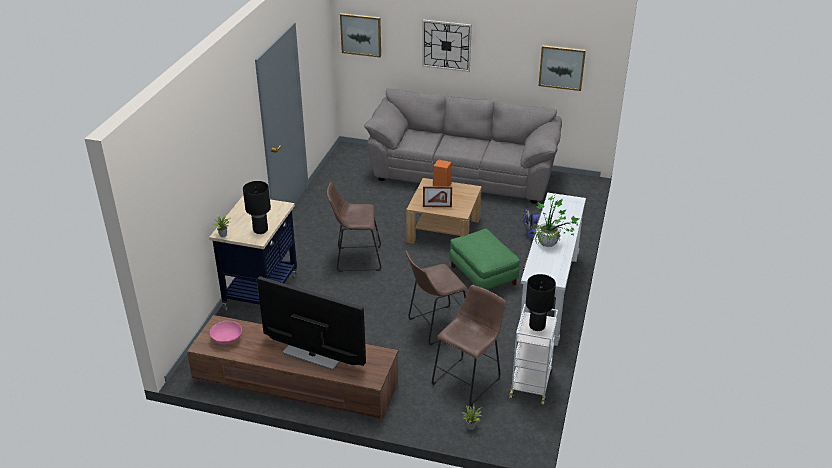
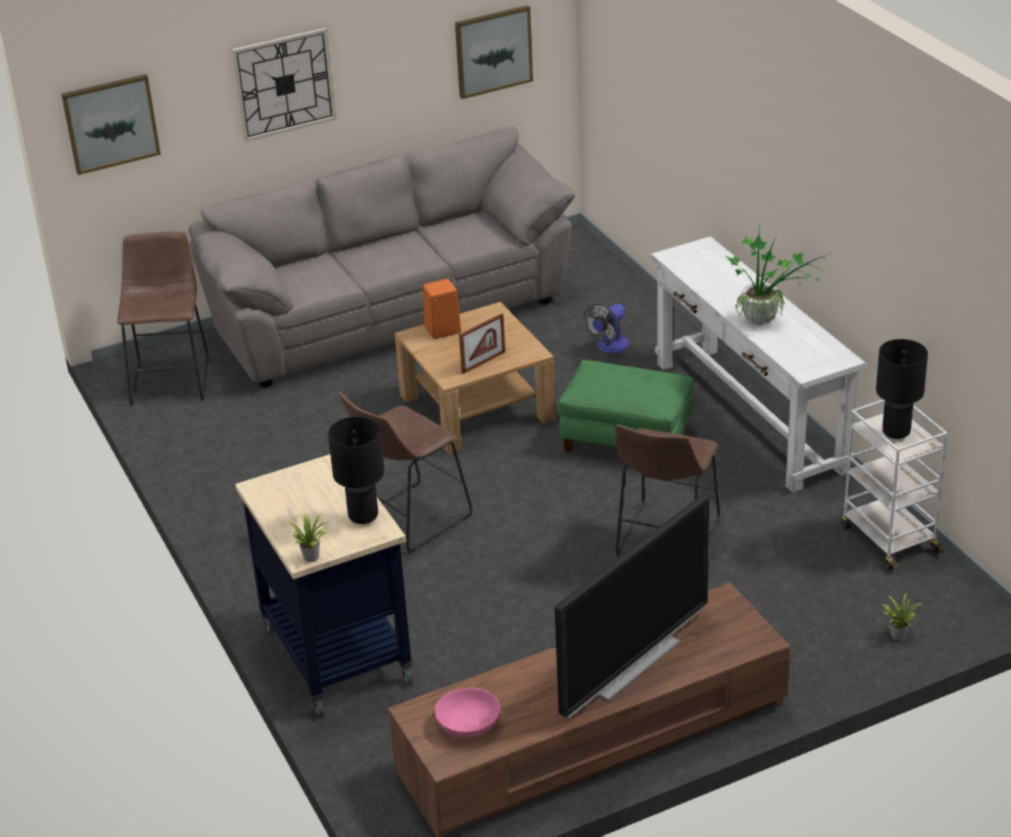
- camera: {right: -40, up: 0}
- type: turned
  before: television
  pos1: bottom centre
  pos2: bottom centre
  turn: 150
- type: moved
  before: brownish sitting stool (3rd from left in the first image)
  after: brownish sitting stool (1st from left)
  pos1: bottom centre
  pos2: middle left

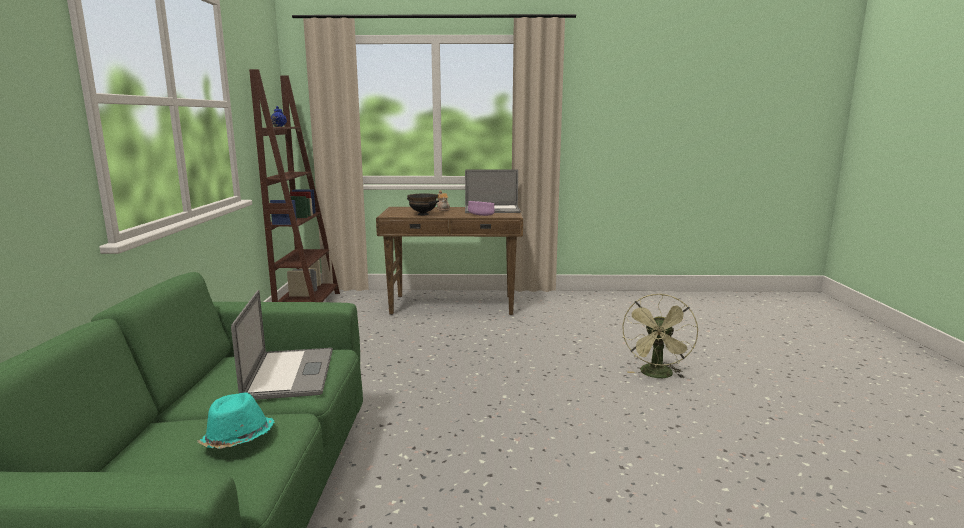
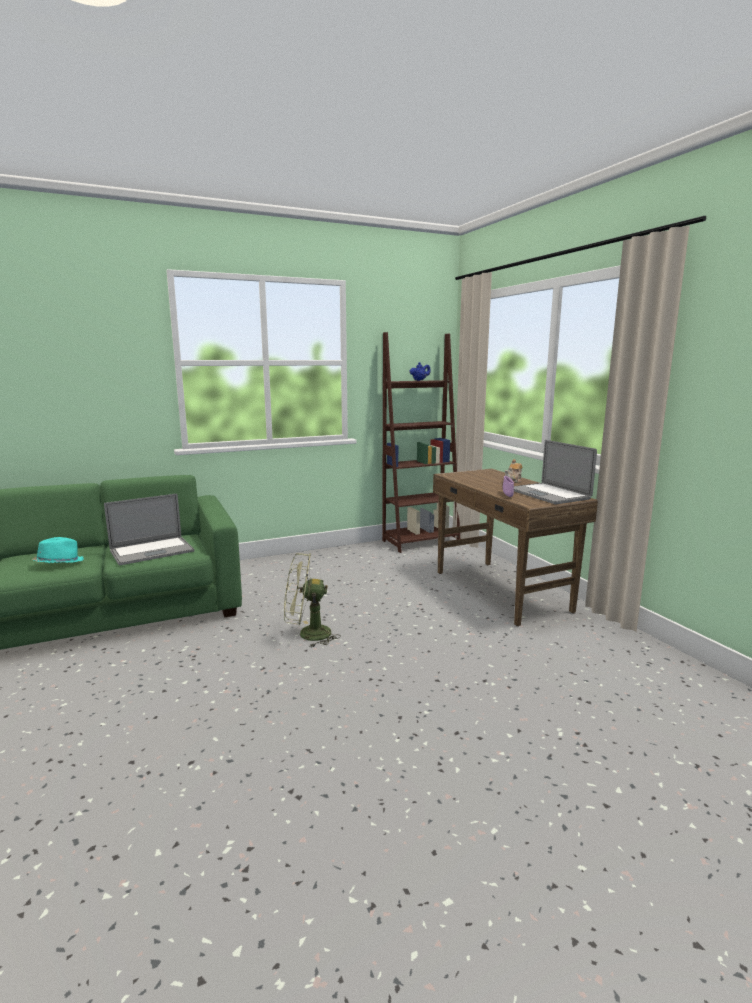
- camera: {right: 65, up: 0}
- type: removed
  before: black-coloured deep dish
  pos1: centre
- type: moved
  before: greenish electric fan
  pos1: middle right
  pos2: centre

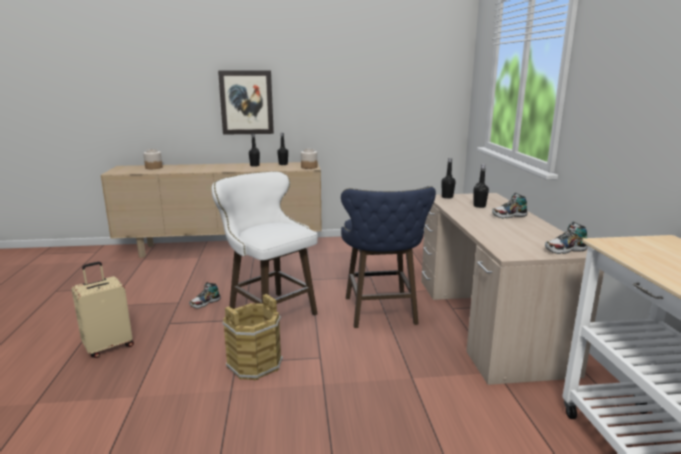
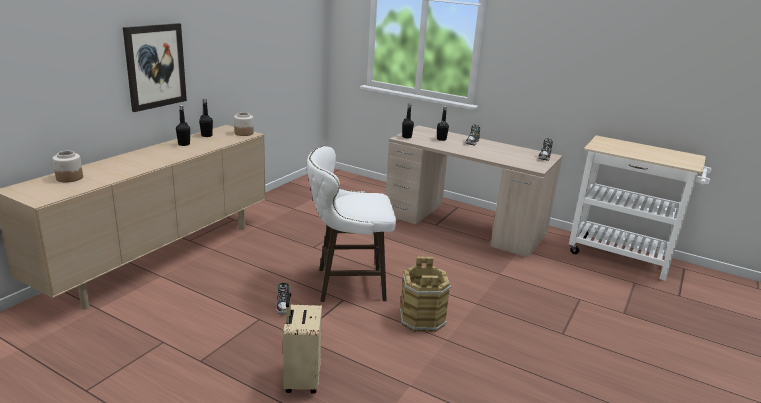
- camera: {right: -55, up: 5}
- type: removed
  before: blue-coloured sitting stool
  pos1: centre

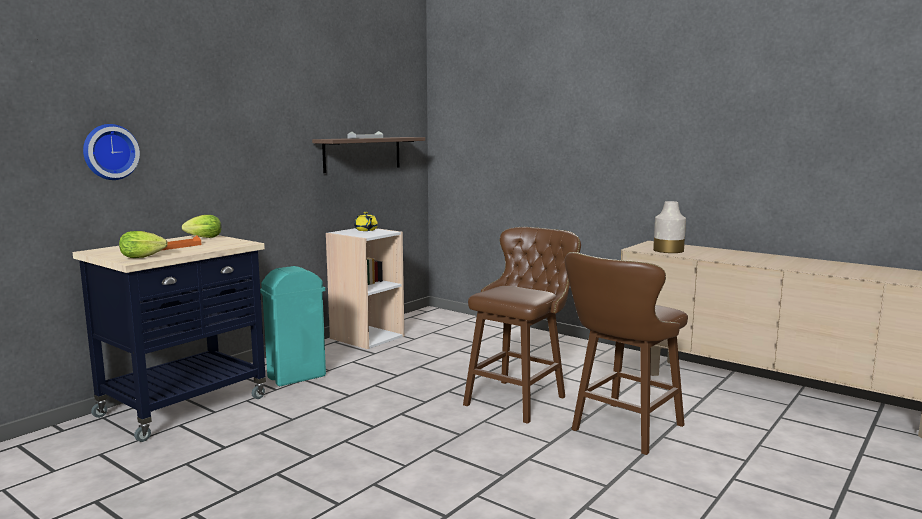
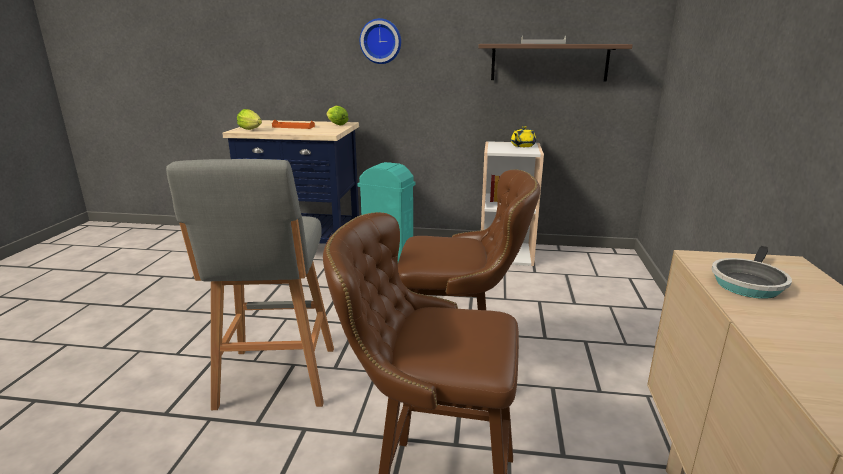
- camera: {right: 60, up: 10}
- type: moved
  before: wall clock
  pos1: top left
  pos2: top centre
- type: replaced
  before: sand-coloured flower vase
  after: frying pan
  pos1: middle right
  pos2: middle right
- type: added
  after: gray sitting stool
  pos2: middle left

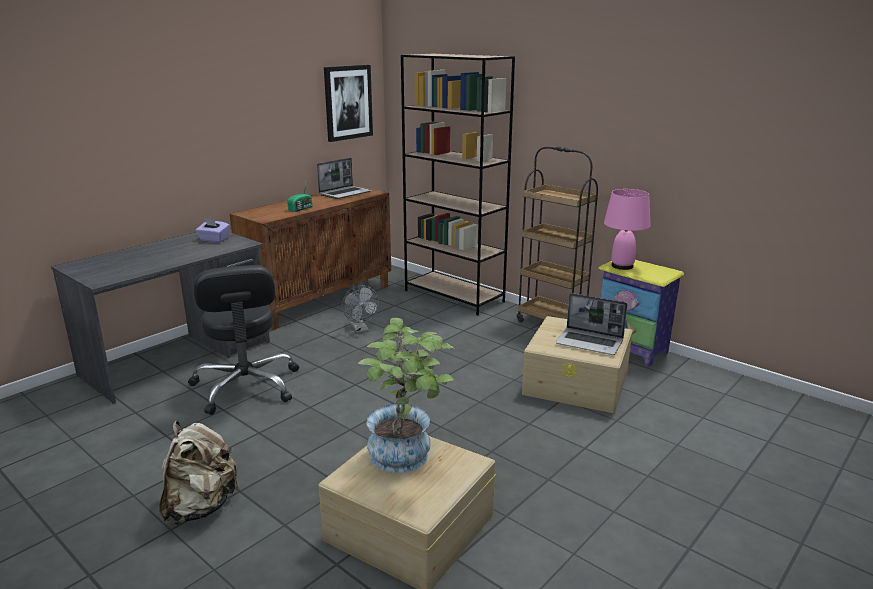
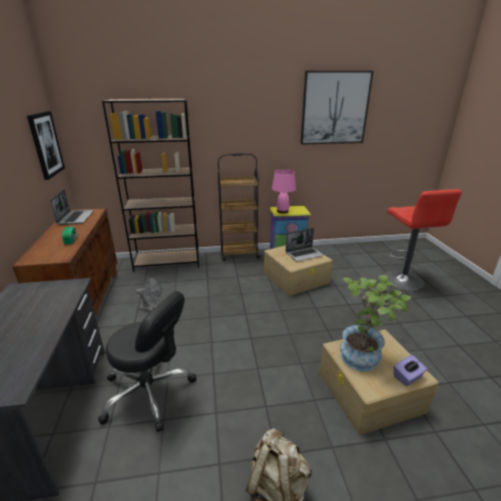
- camera: {right: -50, up: 5}
- type: moved
  before: purple-coloured tissue holder
  pos1: middle left
  pos2: bottom right
- type: added
  after: wall picture (2nd from left)
  pos2: top right
- type: added
  after: reddish sitting stool
  pos2: middle right

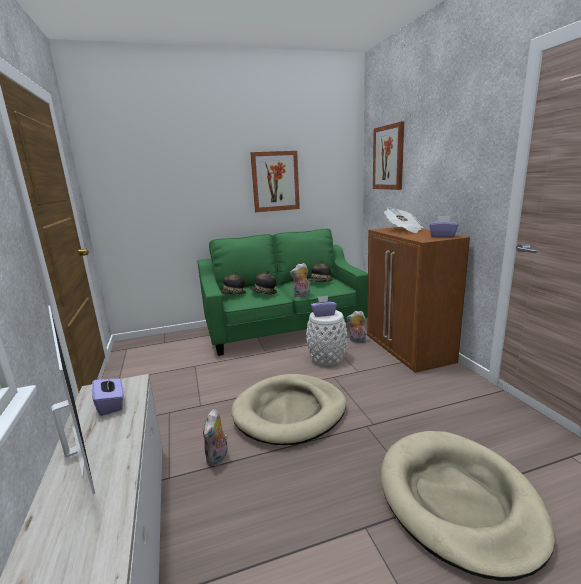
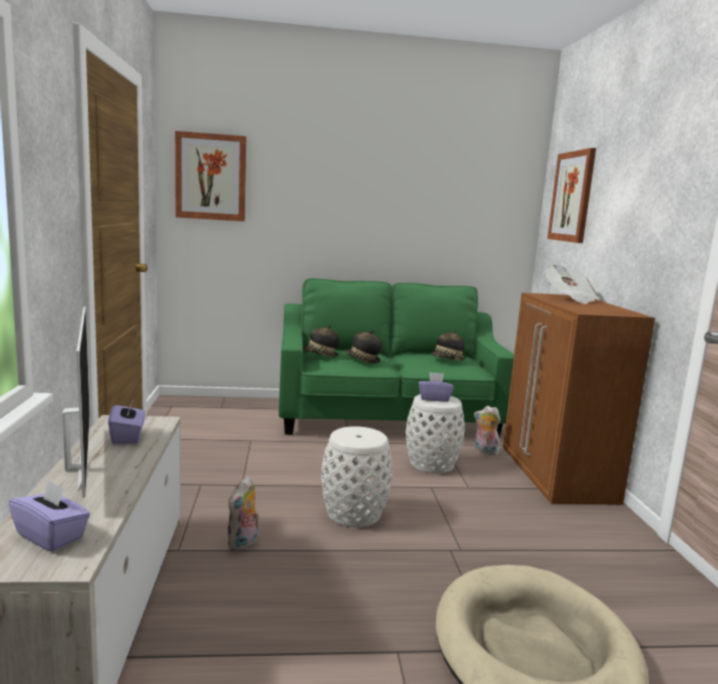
- camera: {right: 10, up: -5}
- type: moved
  before: wall picture (1st from left)
  pos1: top centre
  pos2: top left
- type: moved
  before: purple-coloured tissue holder (3rd from left in the first image)
  after: purple-coloured tissue holder (1st from left)
  pos1: middle right
  pos2: bottom left
- type: removed
  before: cuddly toy (2nd from left)
  pos1: centre
- type: replaced
  before: sand-coloured dog cushion (1st from left)
  after: white sitting stool (1st from left)
  pos1: bottom centre
  pos2: bottom centre

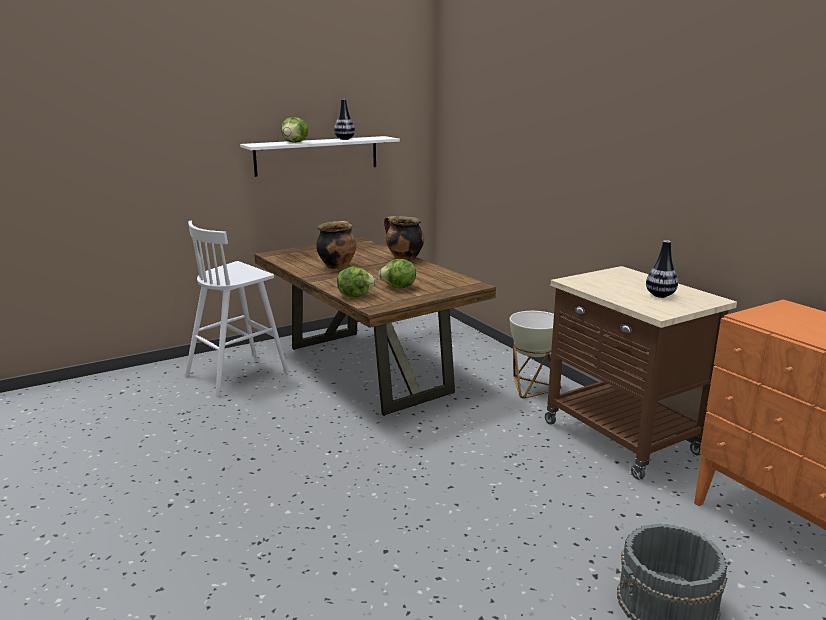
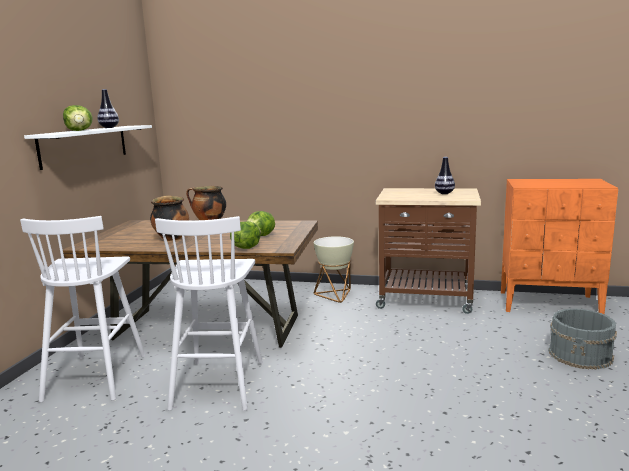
- camera: {right: -45, up: -5}
- type: added
  after: white sitting stool (2nd from left)
  pos2: middle left

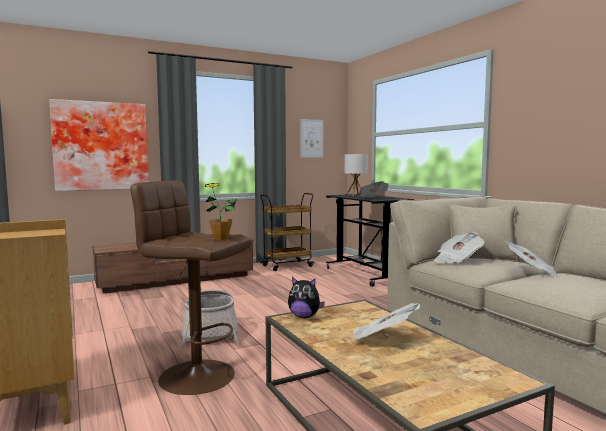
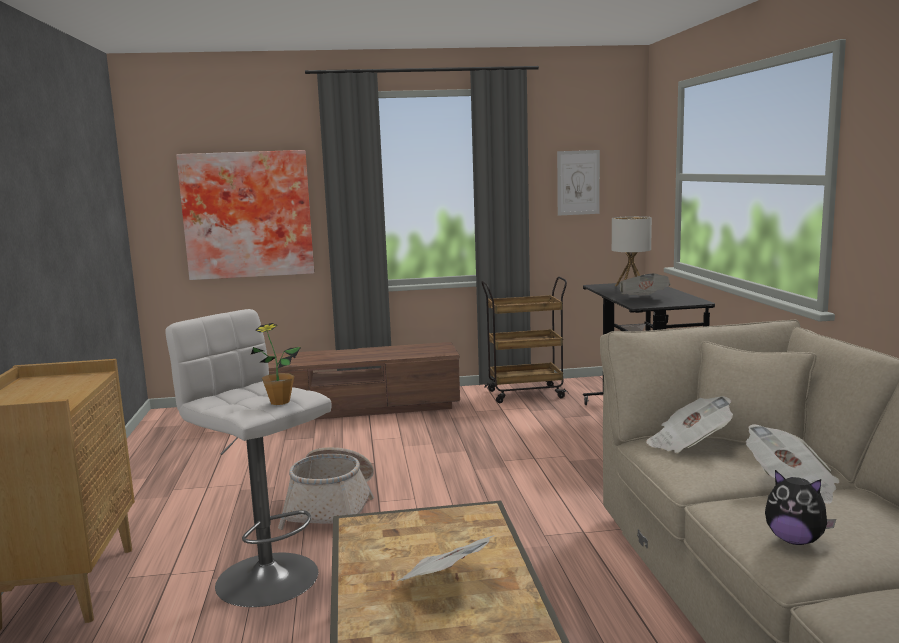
- camera: {right: 20, up: 5}
- type: recoloured
  before: brownish sitting stool
  after: white sitting stool
  pos1: bottom left
  pos2: bottom left
- type: moved
  before: cuddly toy
  pos1: bottom centre
  pos2: bottom right

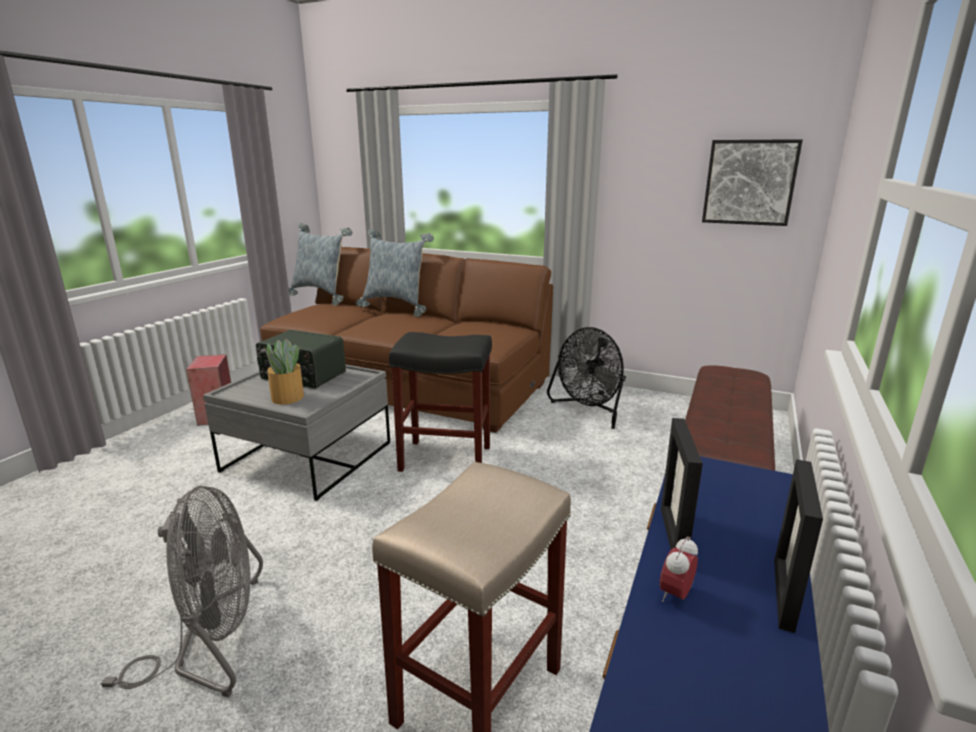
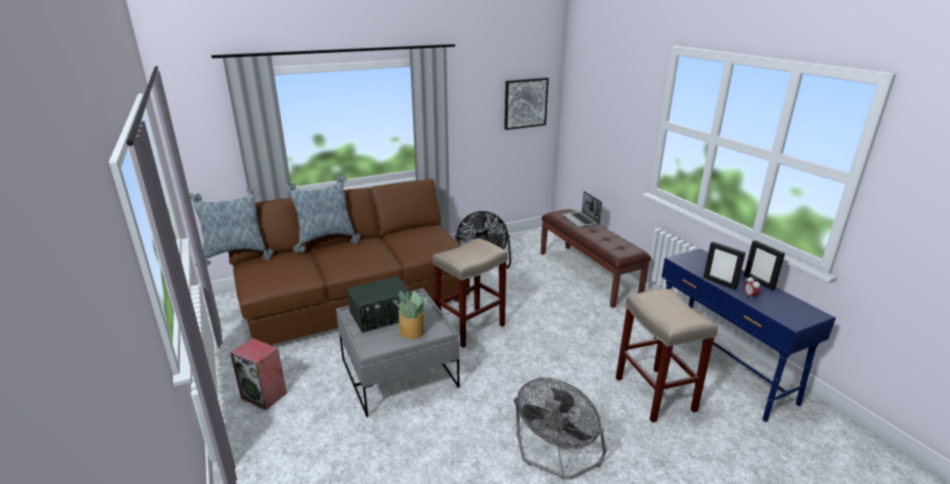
- camera: {right: -50, up: 5}
- type: recoloured
  before: black-coloured sitting stool
  after: sand-coloured sitting stool (1st from left)
  pos1: centre
  pos2: centre
- type: added
  after: notebook computer
  pos2: centre

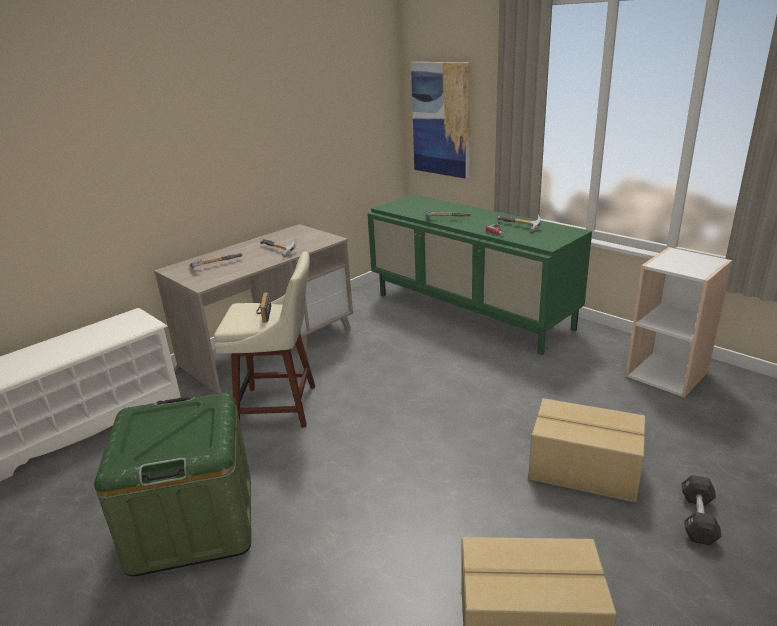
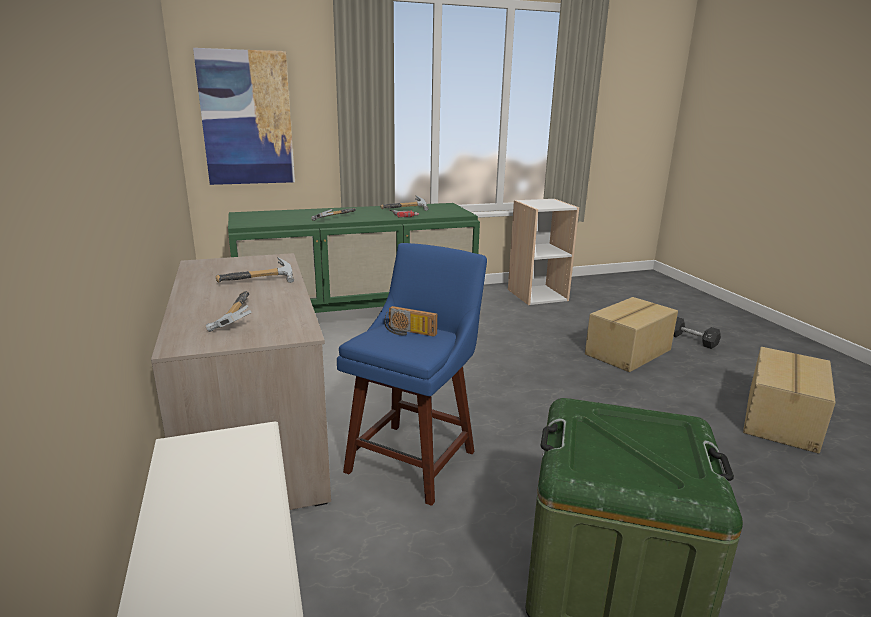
- camera: {right: -65, up: -5}
- type: recoloured
  before: sand-coloured sitting stool
  after: blue-coloured sitting stool
  pos1: centre
  pos2: centre

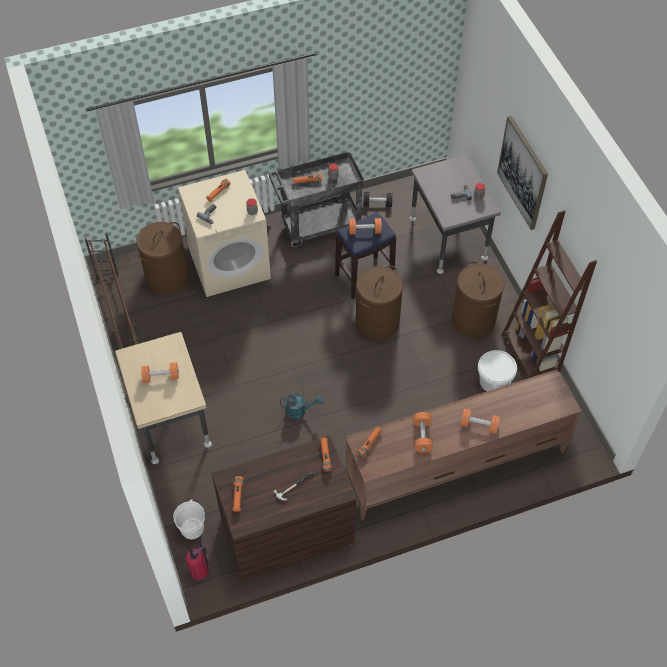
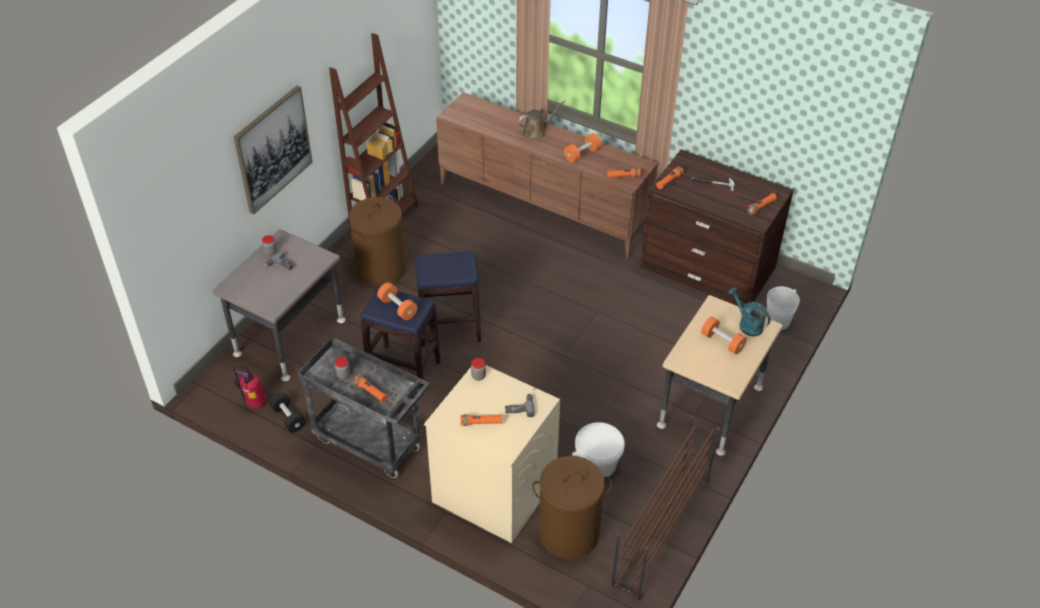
- camera: {right: -130, up: -10}
- type: replaced
  before: brownish laundry basket (2nd from left)
  after: sitting stool (2nd from left)
  pos1: centre
  pos2: centre
- type: moved
  before: white pail (2nd from left in the first image)
  after: white pail (1st from left)
  pos1: middle right
  pos2: bottom centre
- type: moved
  before: turquoise watering can
  pos1: centre
  pos2: middle right
- type: replaced
  before: orangey dumbbell (4th from left)
  after: brownish watering can
  pos1: middle right
  pos2: top centre
- type: moved
  before: fire extinguisher
  pos1: bottom left
  pos2: middle left

